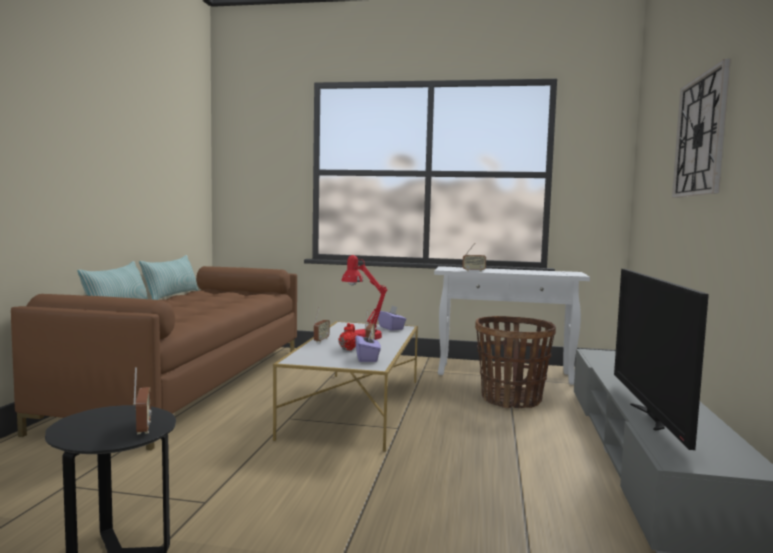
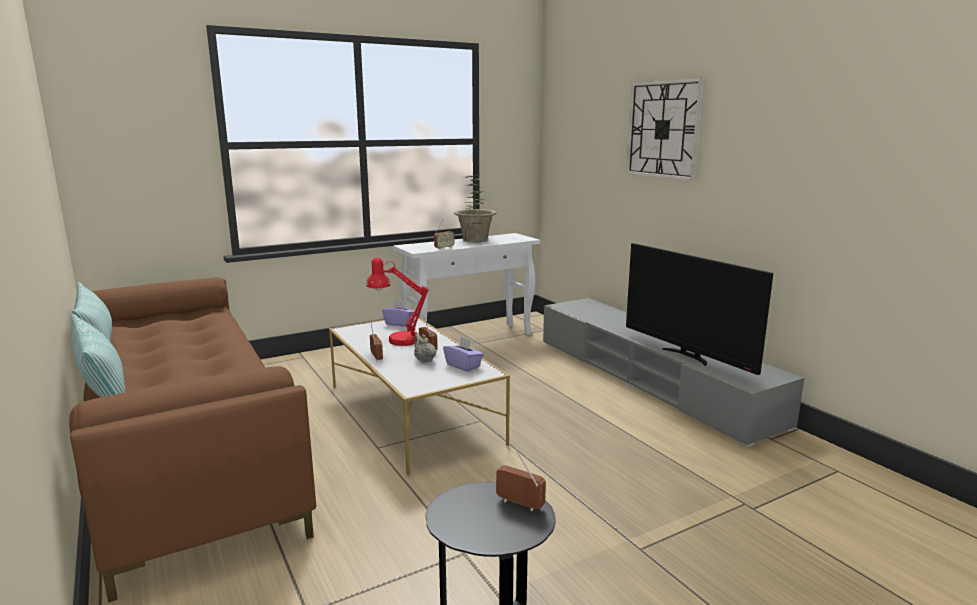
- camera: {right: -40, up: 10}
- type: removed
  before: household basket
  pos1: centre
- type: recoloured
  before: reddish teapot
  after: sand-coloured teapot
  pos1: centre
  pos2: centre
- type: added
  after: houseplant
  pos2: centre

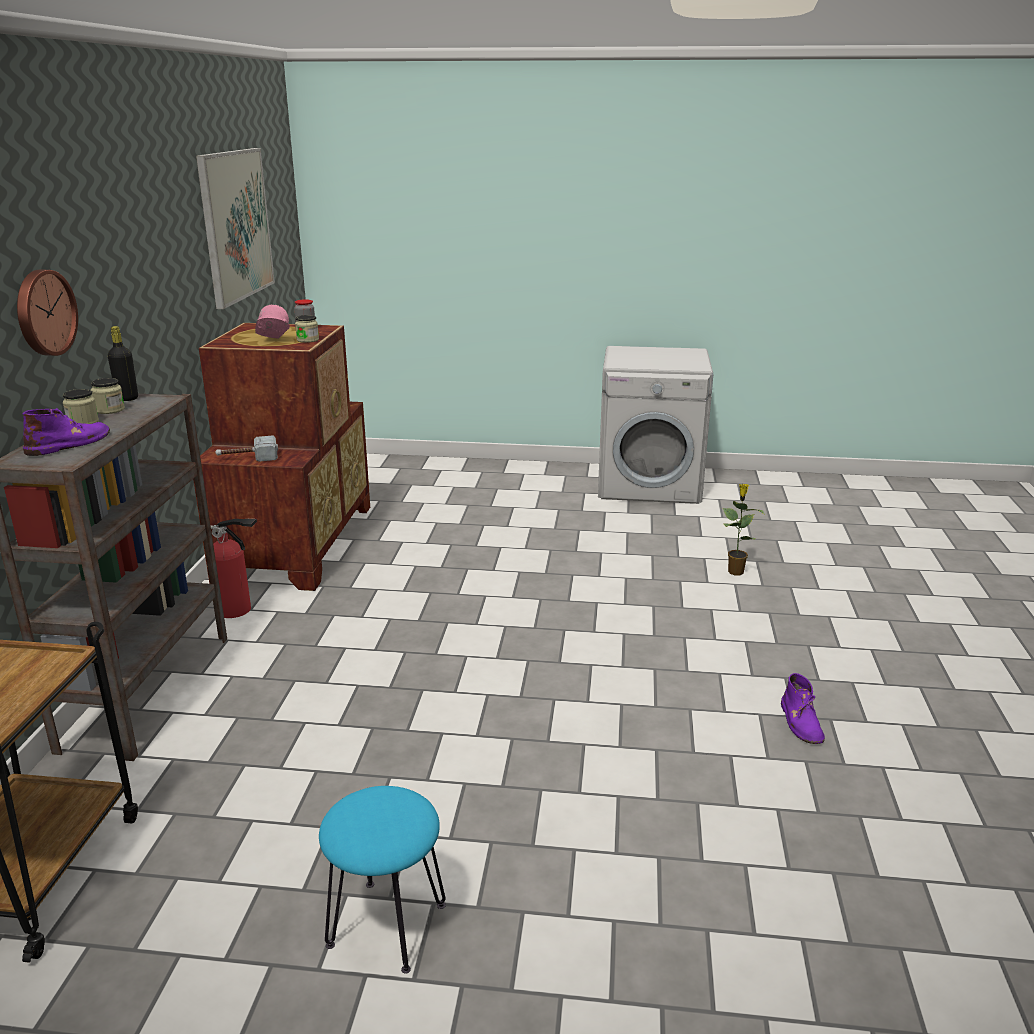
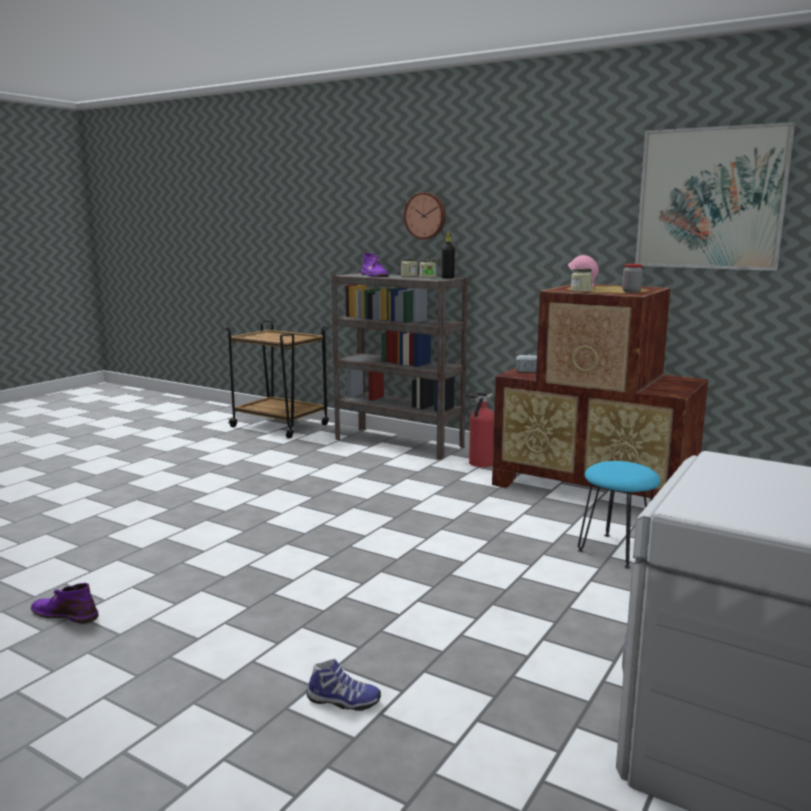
- camera: {right: 115, up: -10}
- type: replaced
  before: houseplant
  after: low shoe
  pos1: middle right
  pos2: bottom centre
- type: moved
  before: turquoise sitting stool
  pos1: bottom centre
  pos2: middle right

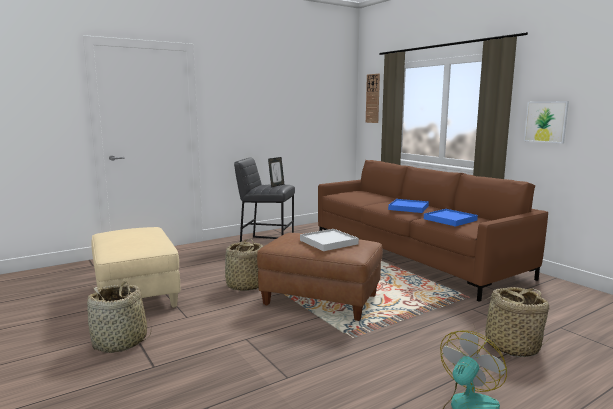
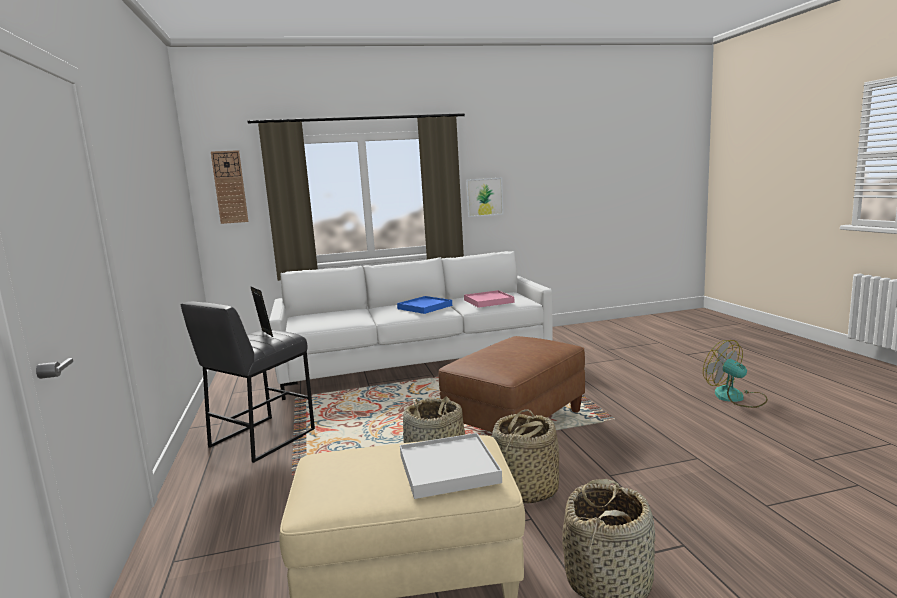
- camera: {right: -70, up: 0}
- type: recoloured
  before: brownish sofa
  after: white sofa
  pos1: middle right
  pos2: centre
- type: recoloured
  before: blue-coloured serving tray (2nd from left)
  after: pink serving tray
  pos1: middle right
  pos2: centre
- type: moved
  before: white serving tray
  pos1: centre
  pos2: bottom centre
- type: moved
  before: household basket (3rd from left in the first image)
  after: household basket (2nd from left)
  pos1: bottom right
  pos2: bottom centre

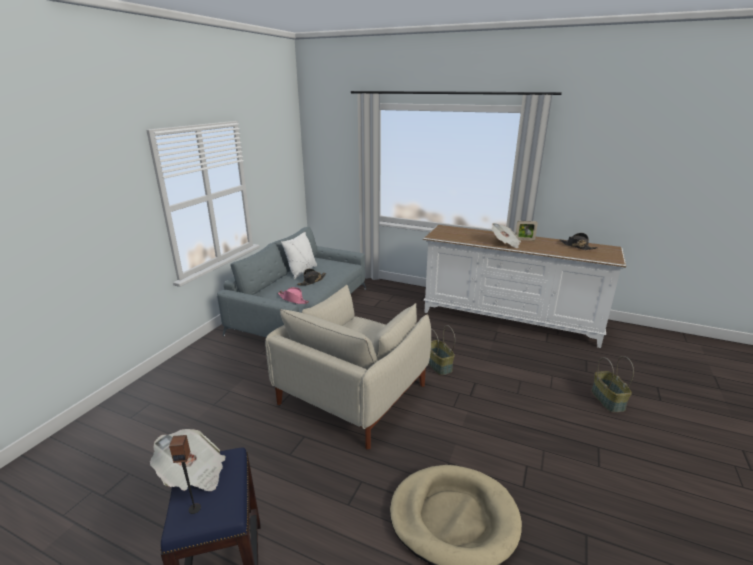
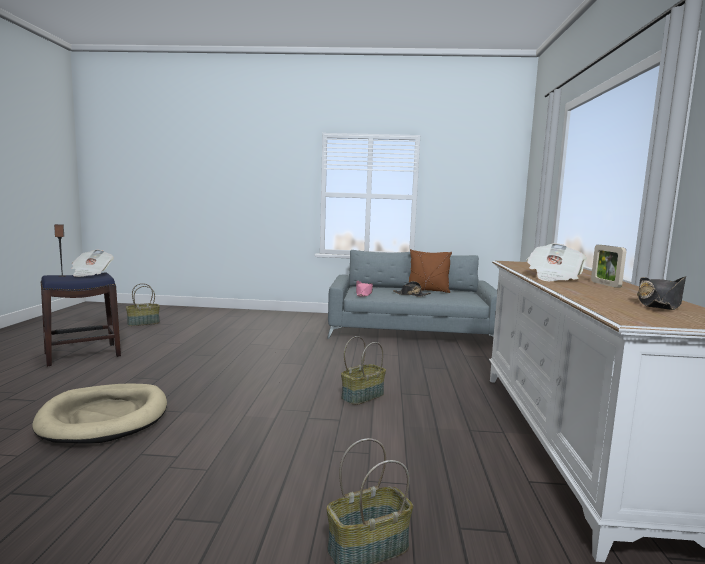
- camera: {right: 70, up: -15}
- type: recoloured
  before: white cushion
  after: brownish cushion
  pos1: centre
  pos2: centre
- type: removed
  before: sand-coloured lounge chair
  pos1: centre
- type: added
  after: household basket (1st from left)
  pos2: middle left

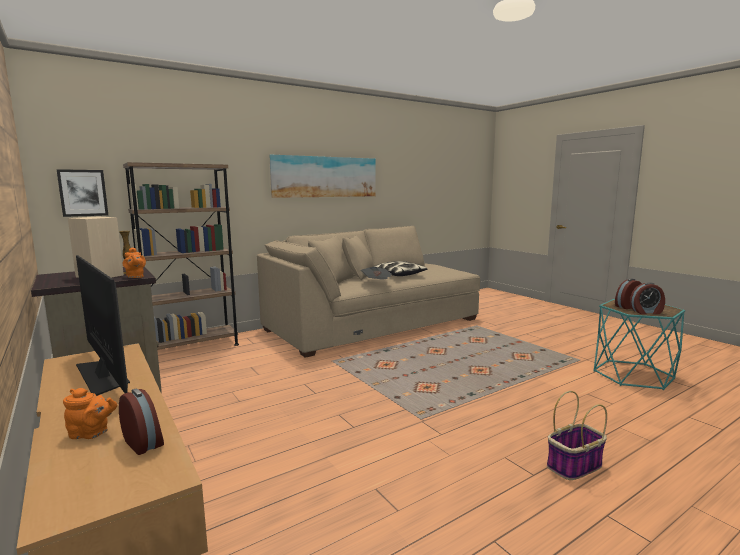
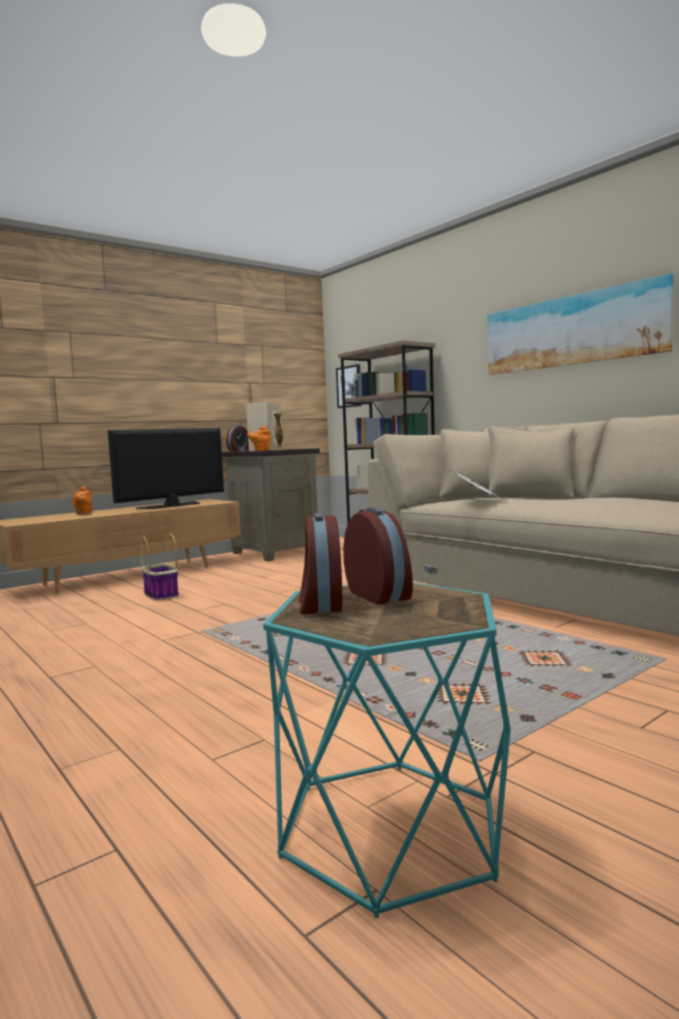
- camera: {right: 85, up: -5}
- type: removed
  before: cushion
  pos1: centre
- type: moved
  before: alarm clock (1st from left)
  pos1: bottom left
  pos2: centre
- type: moved
  before: household basket
  pos1: bottom right
  pos2: middle left

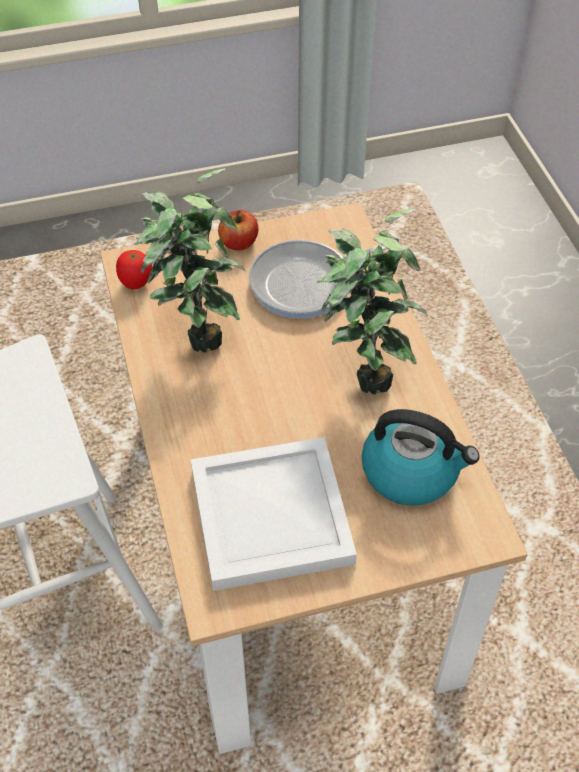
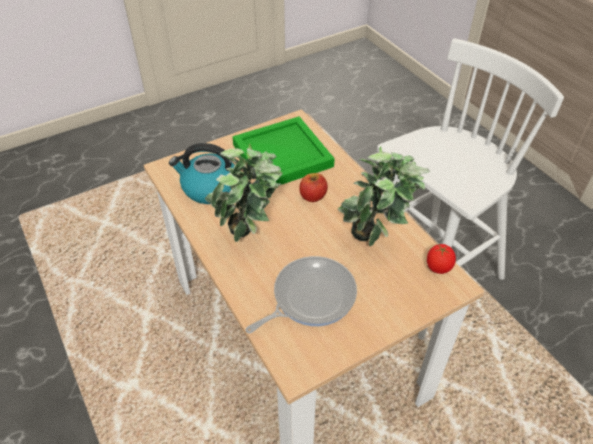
- camera: {right: 165, up: -5}
- type: moved
  before: whole apple
  pos1: top centre
  pos2: centre
- type: recoloured
  before: white serving tray
  after: greenish serving tray
  pos1: centre
  pos2: centre

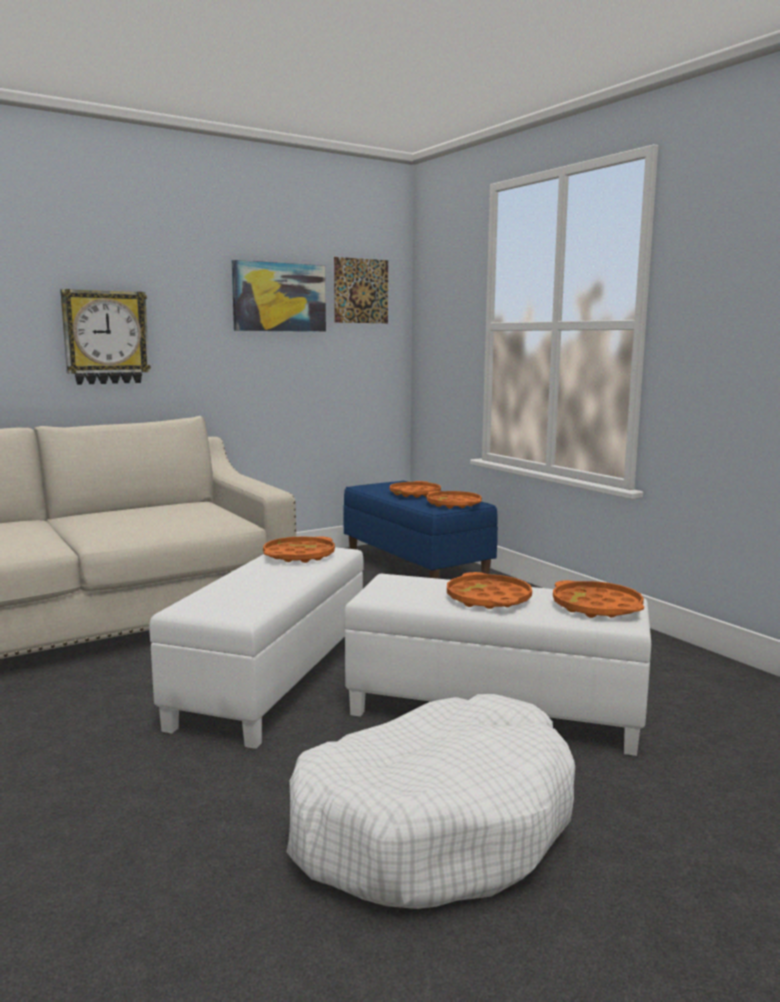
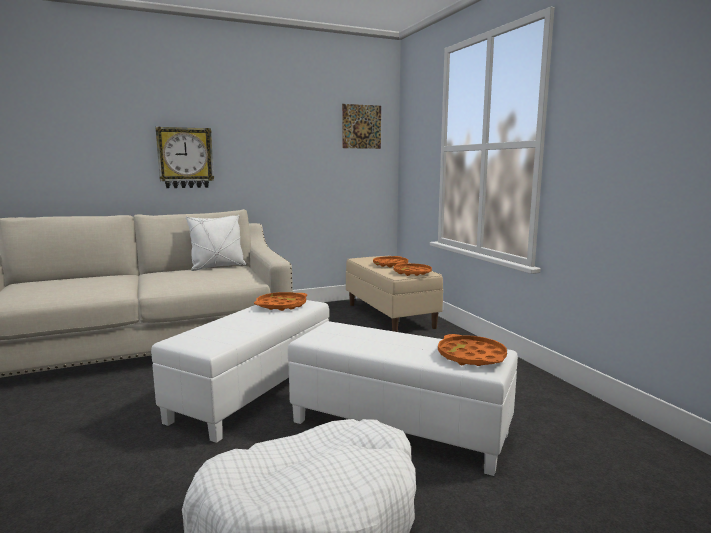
- camera: {right: 10, up: 0}
- type: removed
  before: wall picture (1st from left)
  pos1: top centre
- type: recoloured
  before: blue-coloured indoor bench
  after: sand-coloured indoor bench
  pos1: centre
  pos2: centre
- type: removed
  before: orangey serving tray (4th from left)
  pos1: centre
- type: added
  after: white cushion
  pos2: middle left

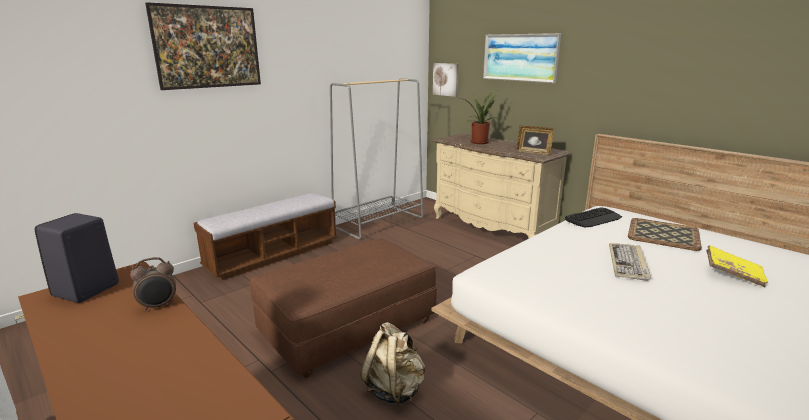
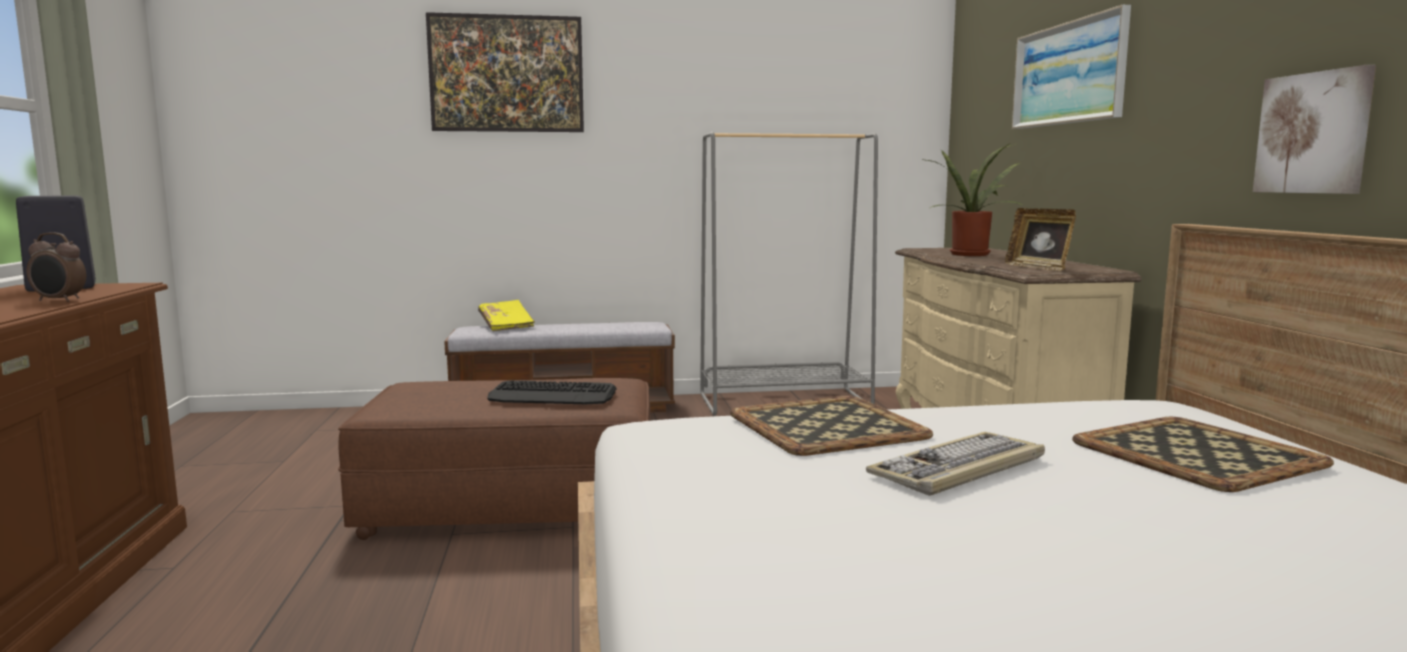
- camera: {right: 35, up: -10}
- type: moved
  before: wall picture (2nd from left in the first image)
  after: wall picture (3rd from left)
  pos1: top centre
  pos2: top right
- type: moved
  before: PC keyboard (1st from left)
  pos1: middle right
  pos2: centre
- type: moved
  before: yellow-coloured volume
  pos1: middle right
  pos2: centre
- type: removed
  before: sand-coloured backpack
  pos1: bottom centre
- type: added
  after: serving tray (1st from left)
  pos2: centre

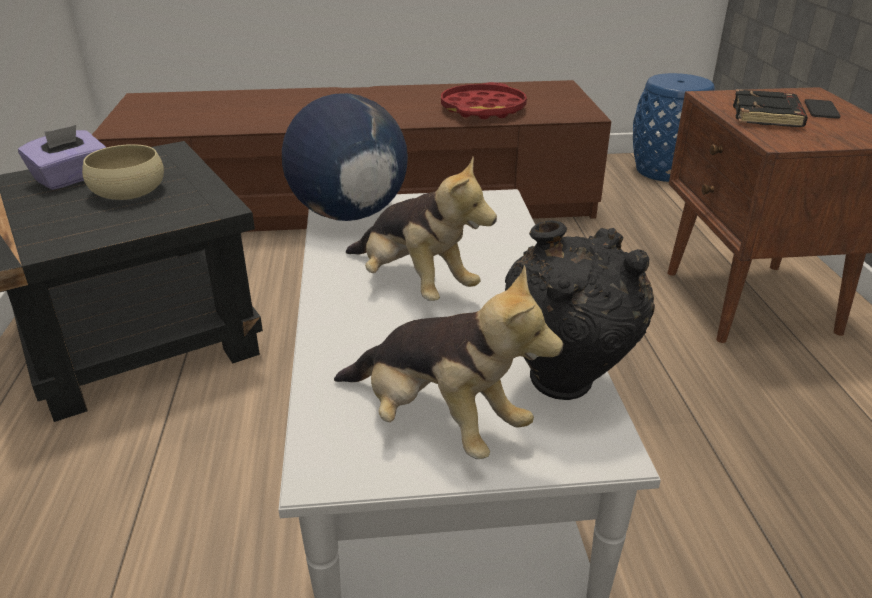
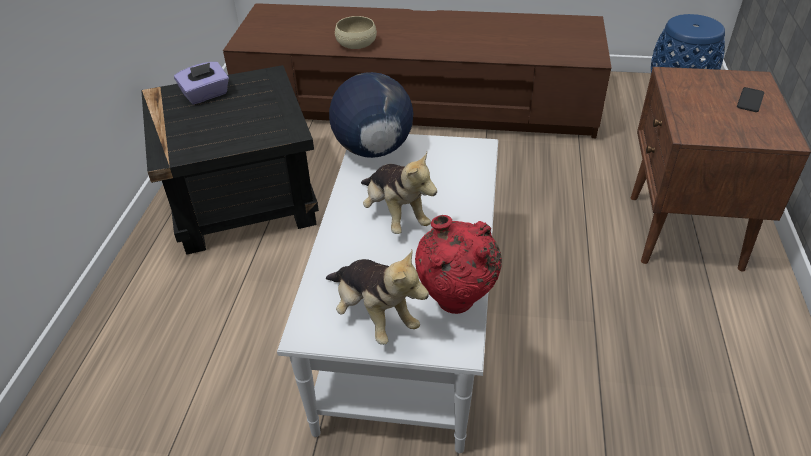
- camera: {right: 15, up: 10}
- type: removed
  before: reddish serving tray
  pos1: top centre
- type: removed
  before: black-coloured volume
  pos1: top right
- type: moved
  before: sand-coloured deep dish
  pos1: top left
  pos2: top centre
- type: recoloured
  before: black-coloured flower vase
  after: reddish flower vase
  pos1: centre
  pos2: centre

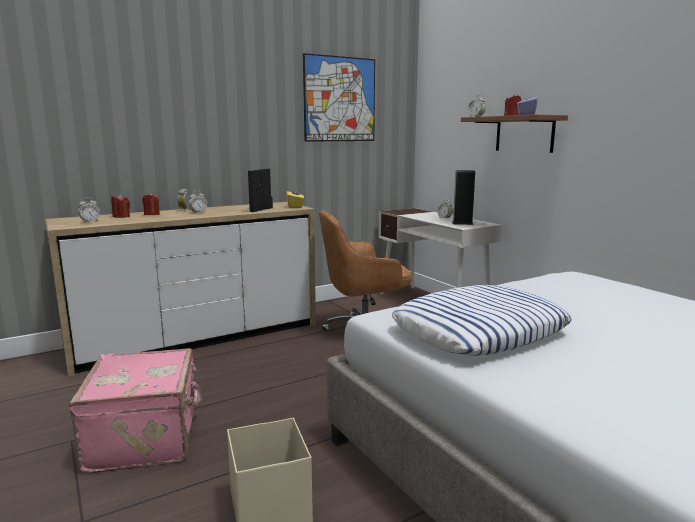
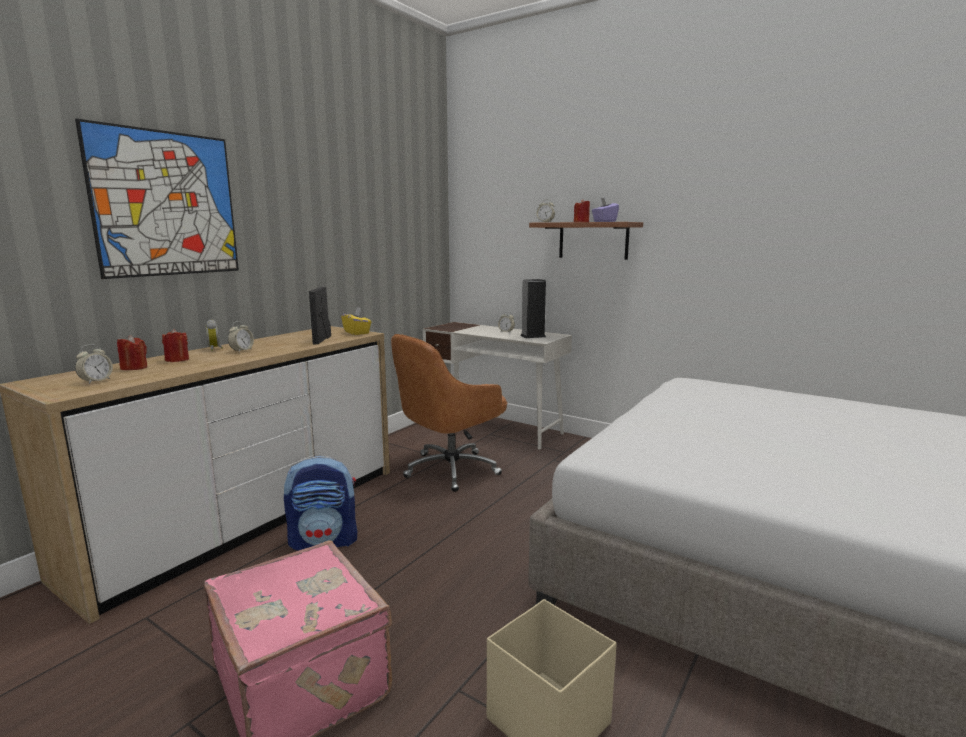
- camera: {right: -25, up: 0}
- type: moved
  before: wall picture
  pos1: top centre
  pos2: top left
- type: removed
  before: cushion
  pos1: middle right
- type: added
  after: backpack
  pos2: bottom left

